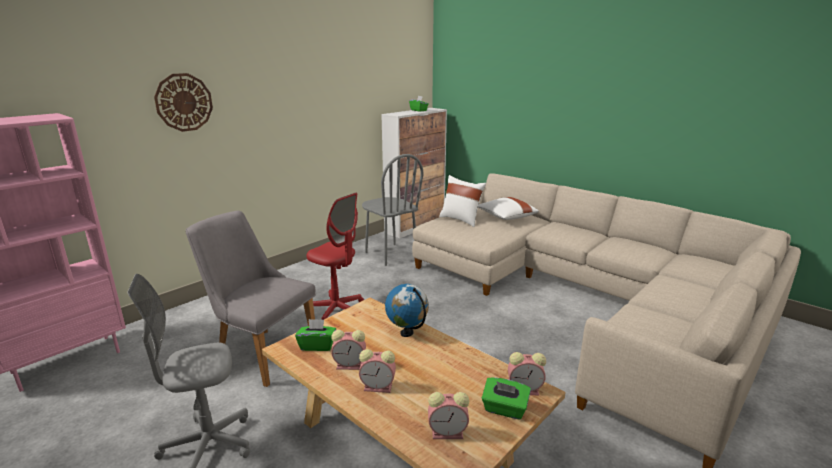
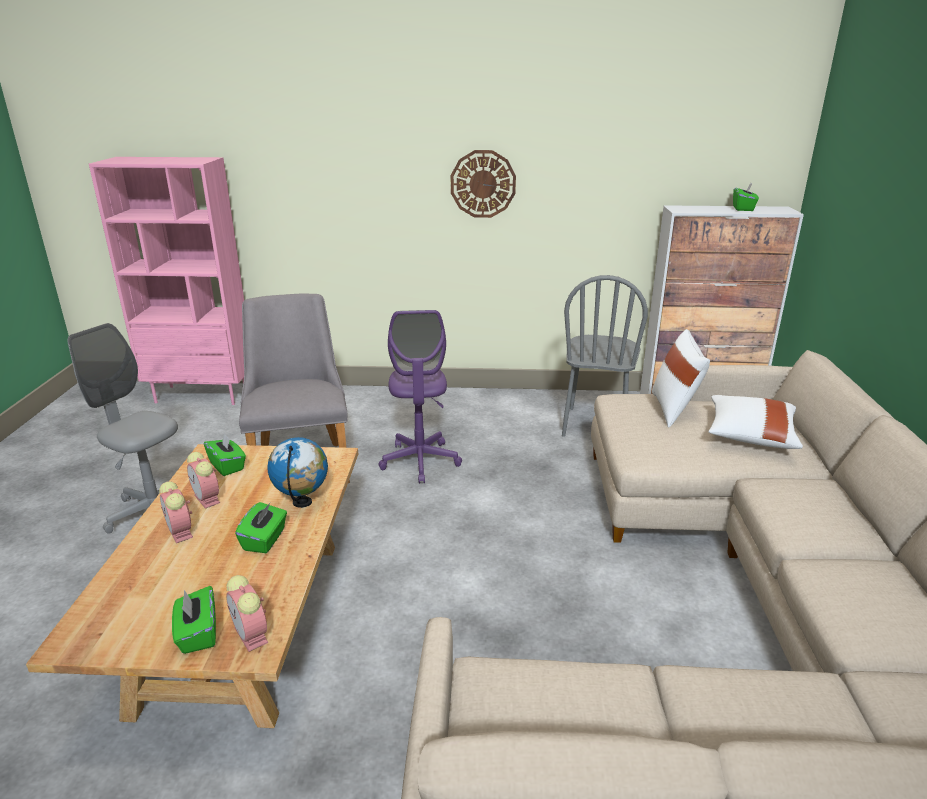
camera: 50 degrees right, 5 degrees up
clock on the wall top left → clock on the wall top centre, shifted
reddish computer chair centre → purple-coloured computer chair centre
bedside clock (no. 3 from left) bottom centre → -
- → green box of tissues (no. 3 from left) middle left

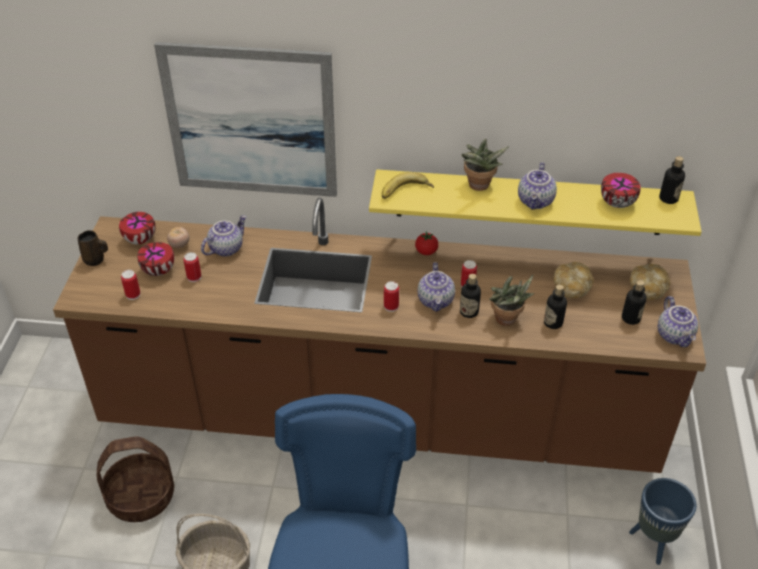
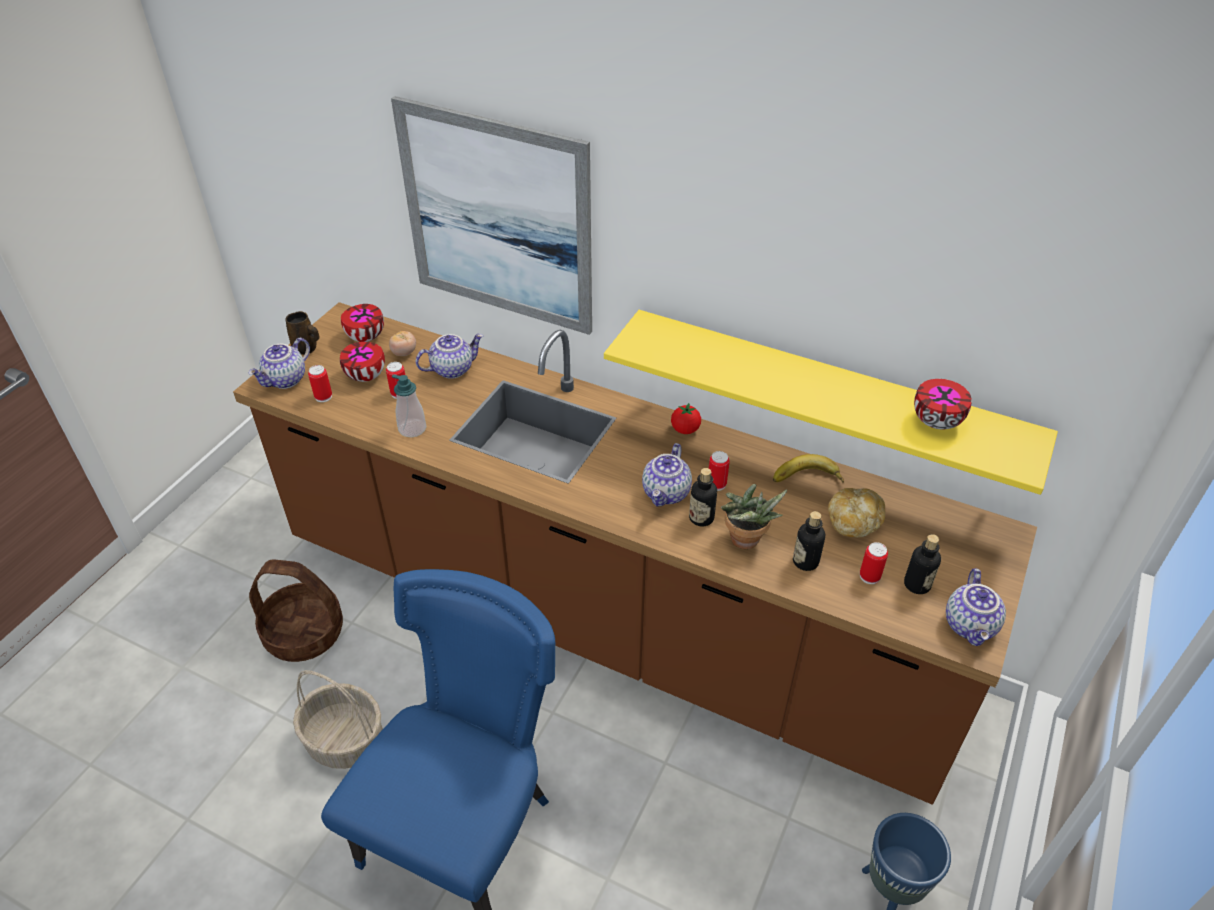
camera: 20 degrees right, 0 degrees up
houseplant (no. 1 from left) top centre → -
drink bottle (no. 4 from left) top right → -
teapot (no. 3 from left in the first image) top right → teapot (no. 1 from left) middle left, shifted
banana fruit top centre → banana fruit centre, shifted
baked bread (no. 2 from left) middle right → -
metal can (no. 3 from left in the first image) centre → metal can (no. 4 from left) middle right, shifted
- → soap dispenser centre

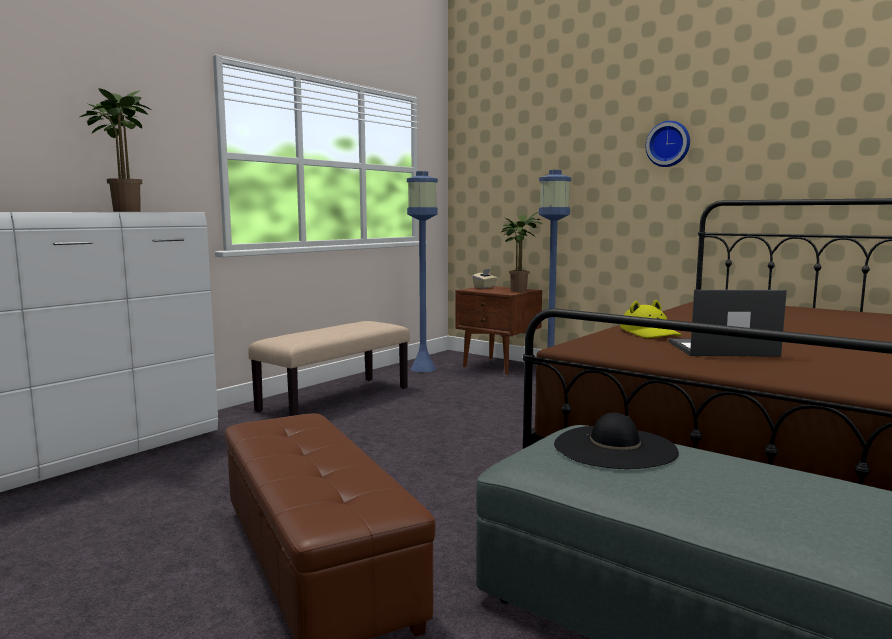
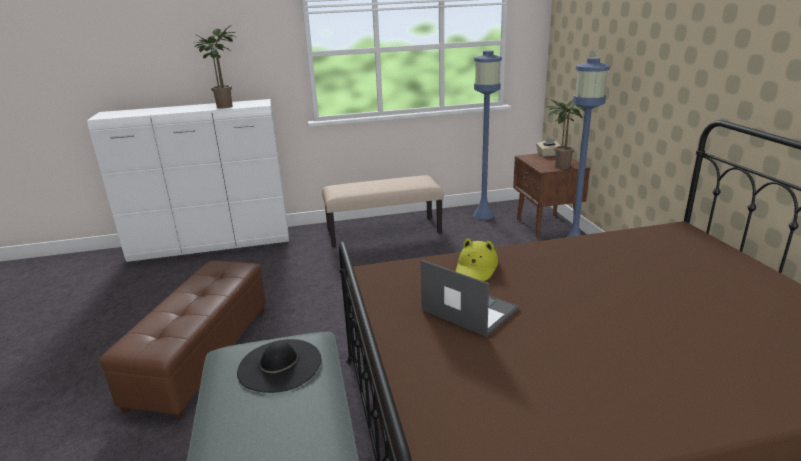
camera: 40 degrees right, 15 degrees up
clock on the wall top right → -

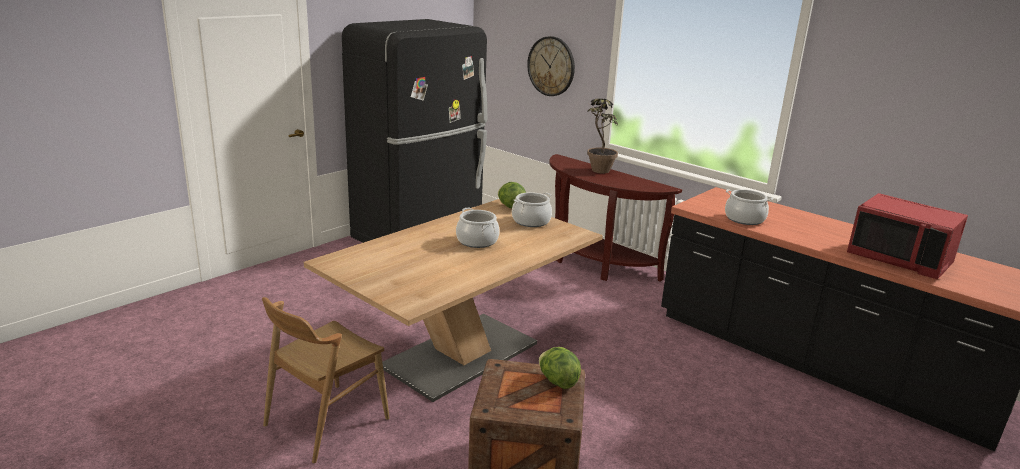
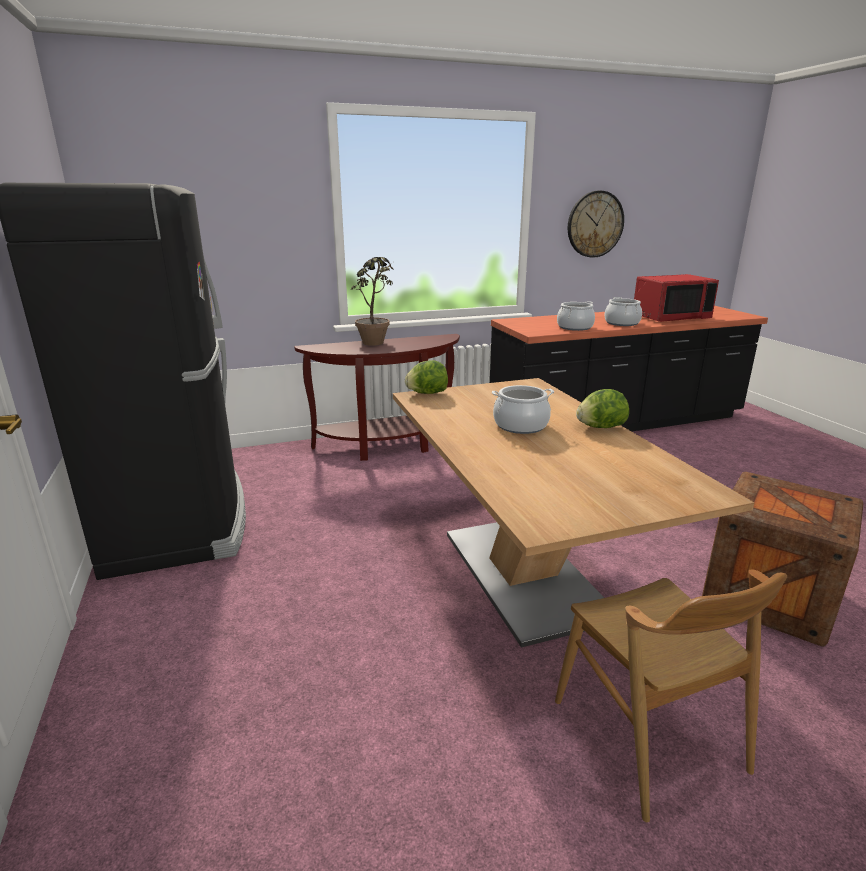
camera: 60 degrees left, 0 degrees up
clock on the wall top centre → clock on the wall top right, shifted
saucepot (no. 2 from left in the first image) centre → saucepot (no. 3 from left) middle right, shifted
lettuce head (no. 2 from left) bottom centre → lettuce head (no. 2 from left) middle right, shifted

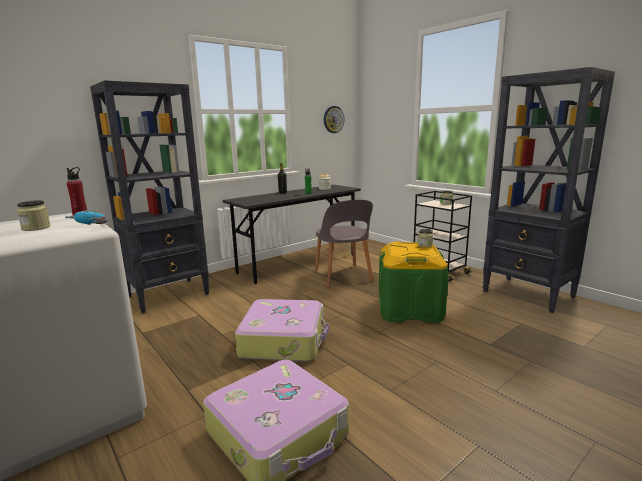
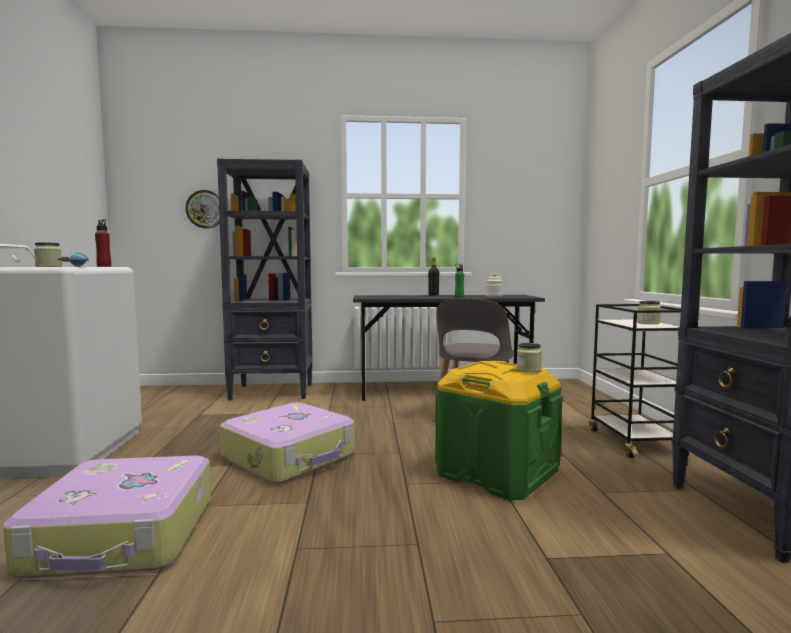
camera: 35 degrees right, 10 degrees down
clock on the wall top centre → clock on the wall top left, shifted

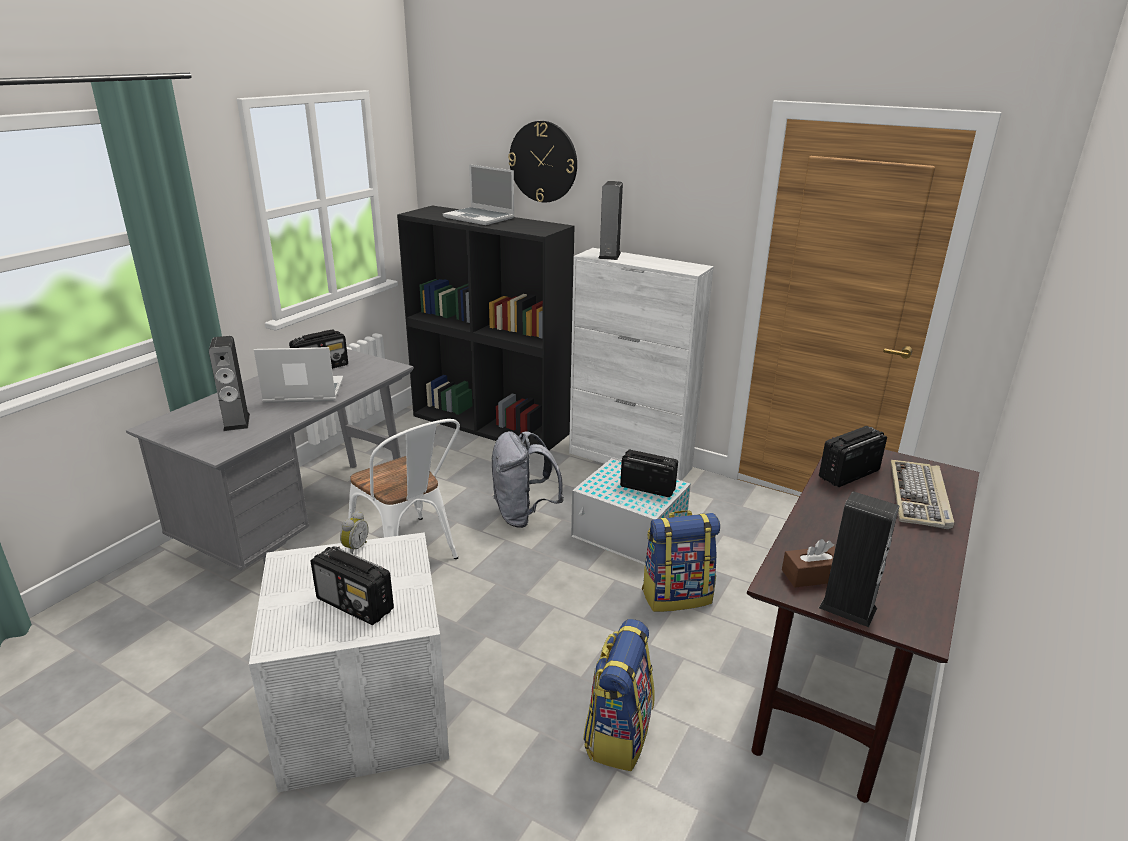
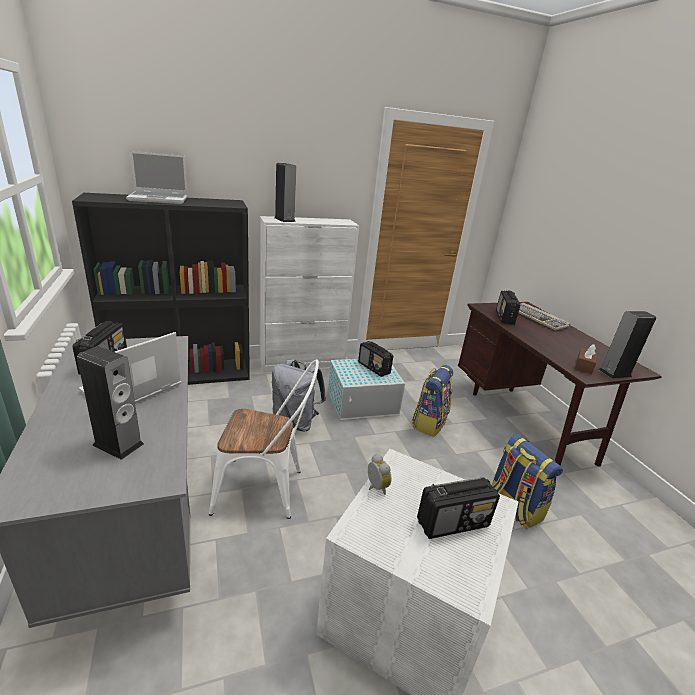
camera: 50 degrees left, 0 degrees up
clock on the wall top centre → -
radio set (no. 3 from left in the first image) centre → radio set (no. 2 from left) centre, 105 degrees counterclockwise

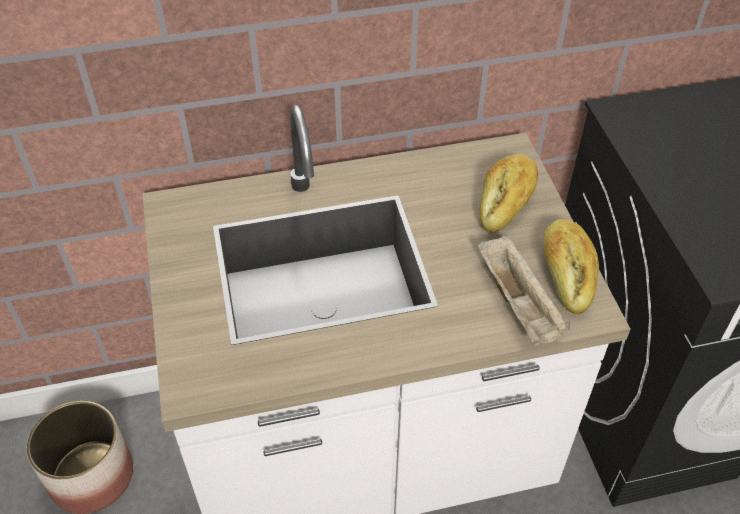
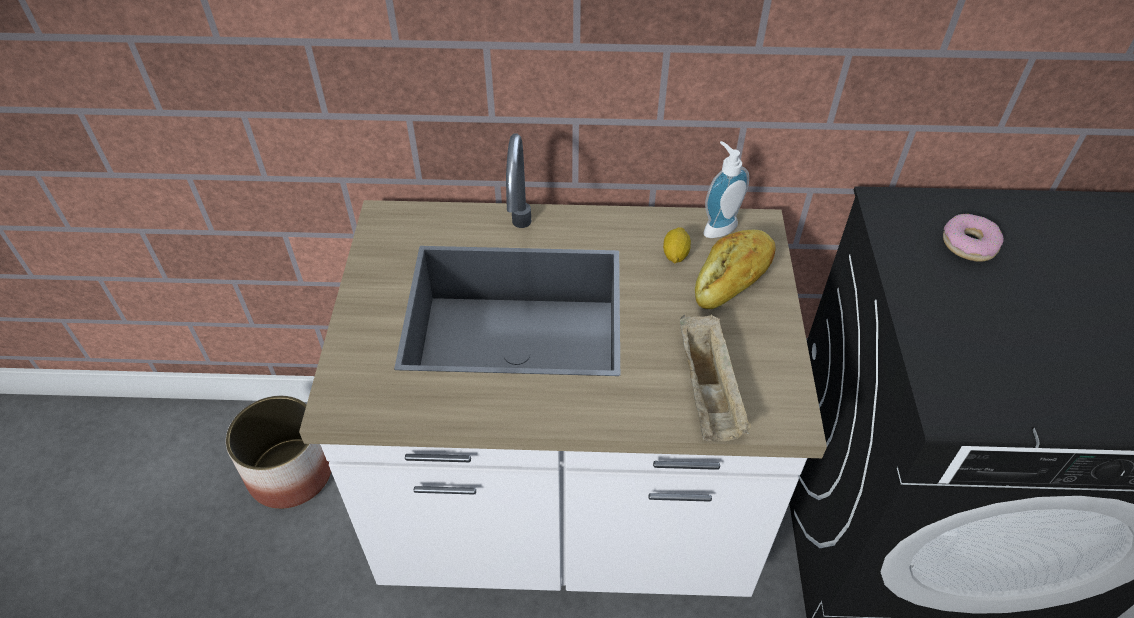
camera: 15 degrees right, 0 degrees up
baked bread (no. 2 from left) middle right → -
- → soap dispenser top centre
- → ring doughnut middle right
- → lemon centre

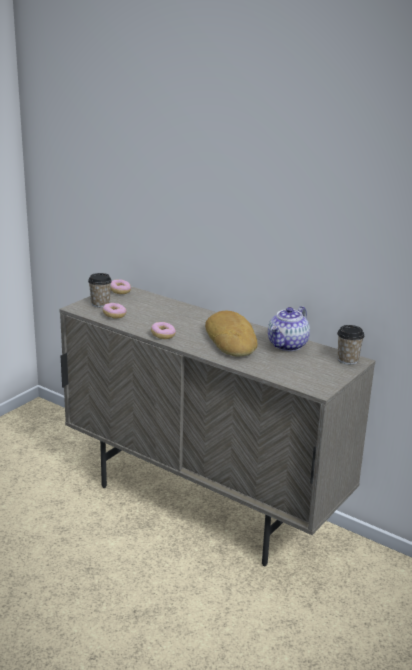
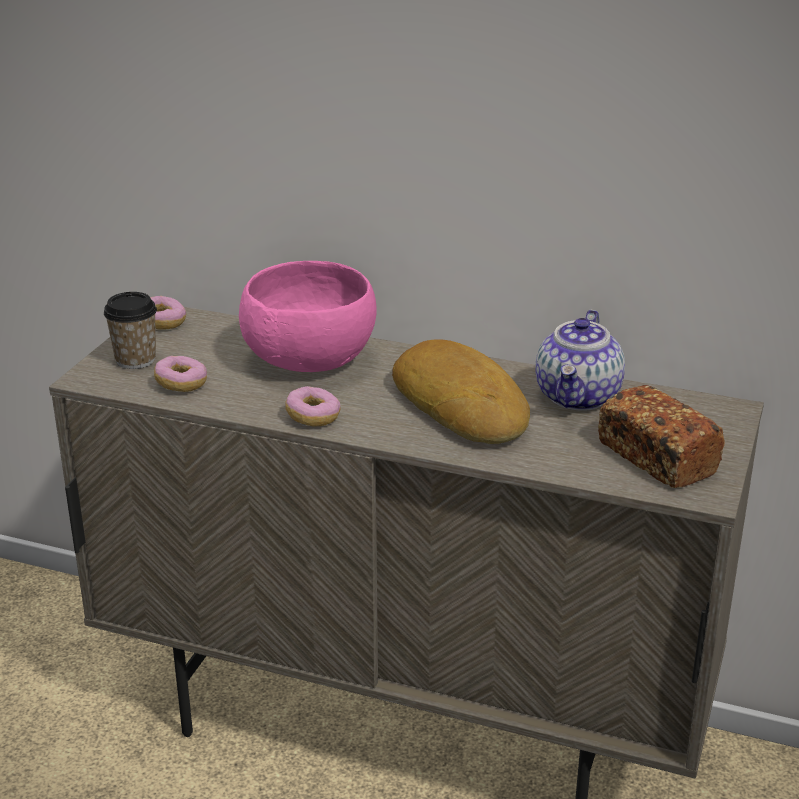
camera: 15 degrees left, 5 degrees up
small cup (no. 2 from left) middle right → -
- → pink-coloured bowl centre
- → baked bread (no. 2 from left) middle right

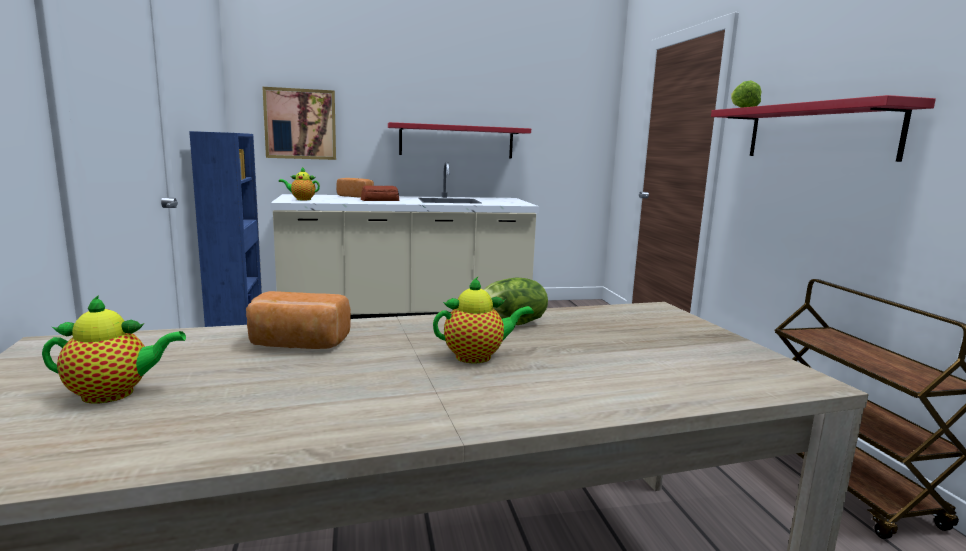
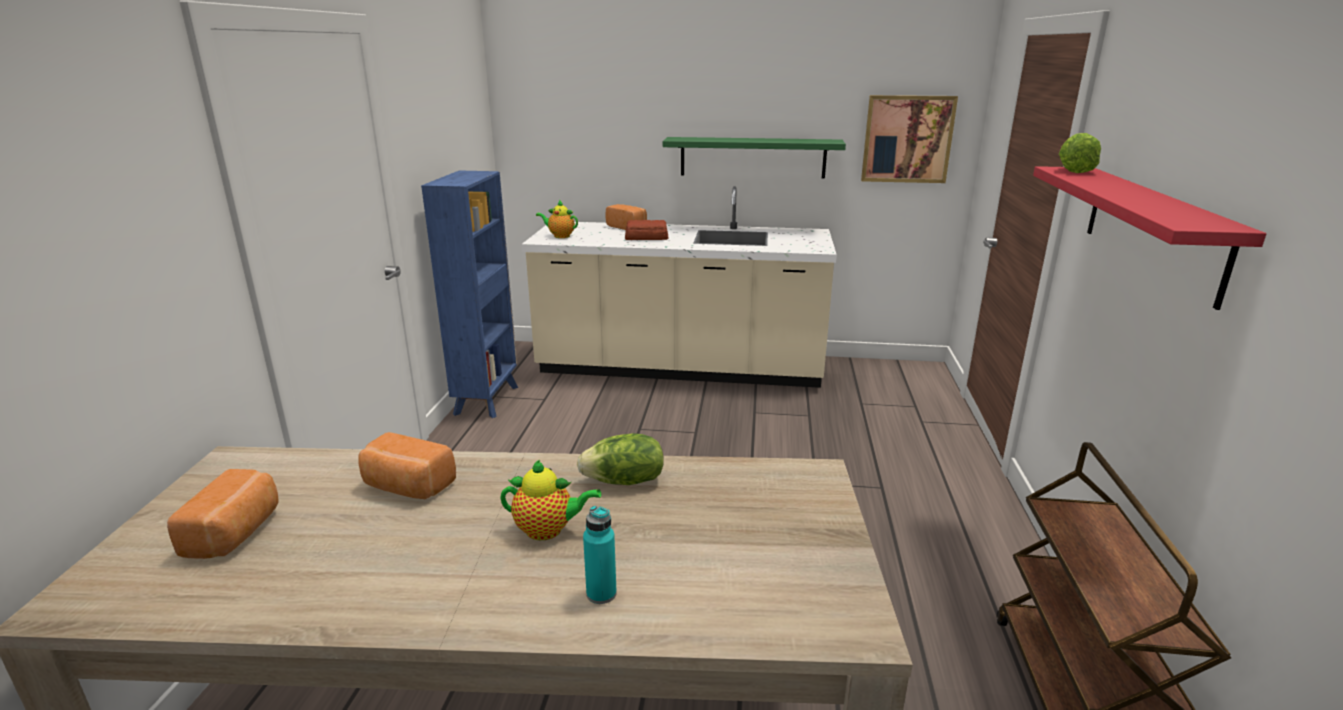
camera: 20 degrees right, 10 degrees up
wall picture top left → wall picture top right, shifted
reddish shelf (no. 1 from left) top centre → green shelf top centre
teapot (no. 1 from left) middle left → baked bread (no. 1 from left) bottom left
- → turquoise drink bottle bottom centre

